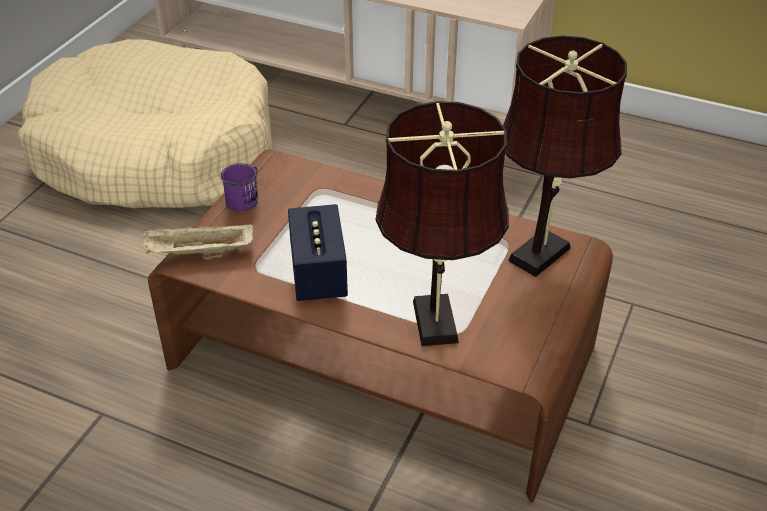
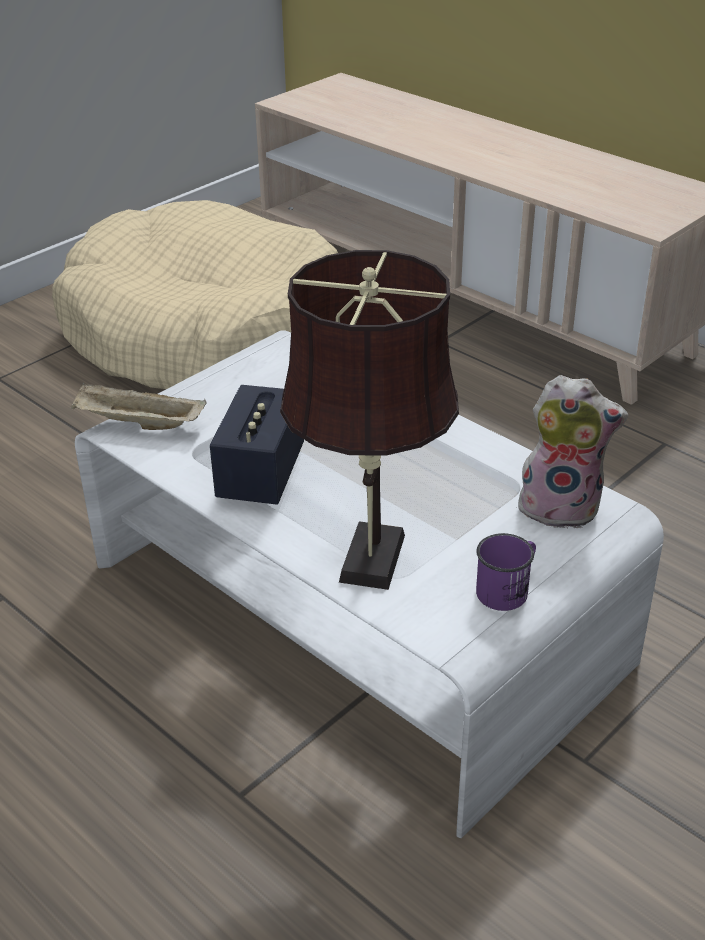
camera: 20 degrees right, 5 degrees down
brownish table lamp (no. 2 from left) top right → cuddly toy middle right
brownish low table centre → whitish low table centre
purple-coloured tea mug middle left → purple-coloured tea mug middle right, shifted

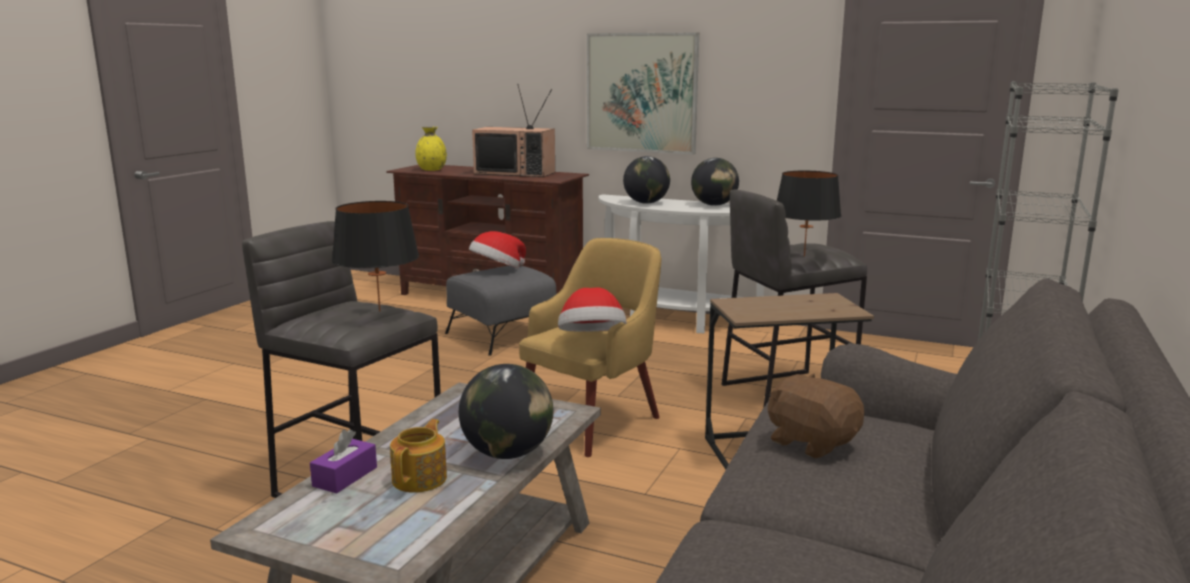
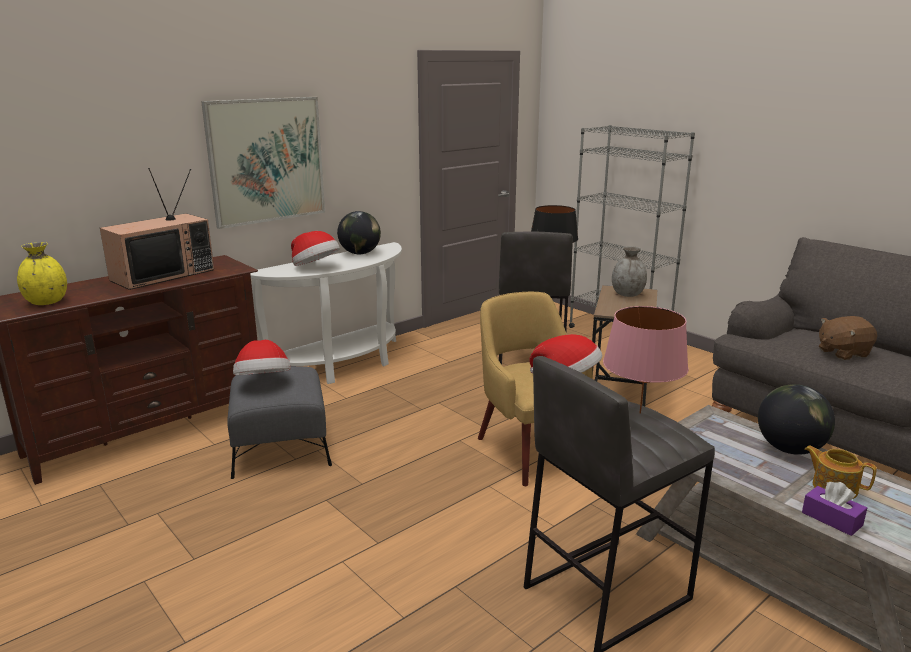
camera: 65 degrees left, 5 degrees up
globe (no. 2 from left) top centre → wearable hat (no. 2 from left) centre
blackish table lamp (no. 1 from left) middle left → pink-coloured table lamp middle right
- → grey decorative vase middle right

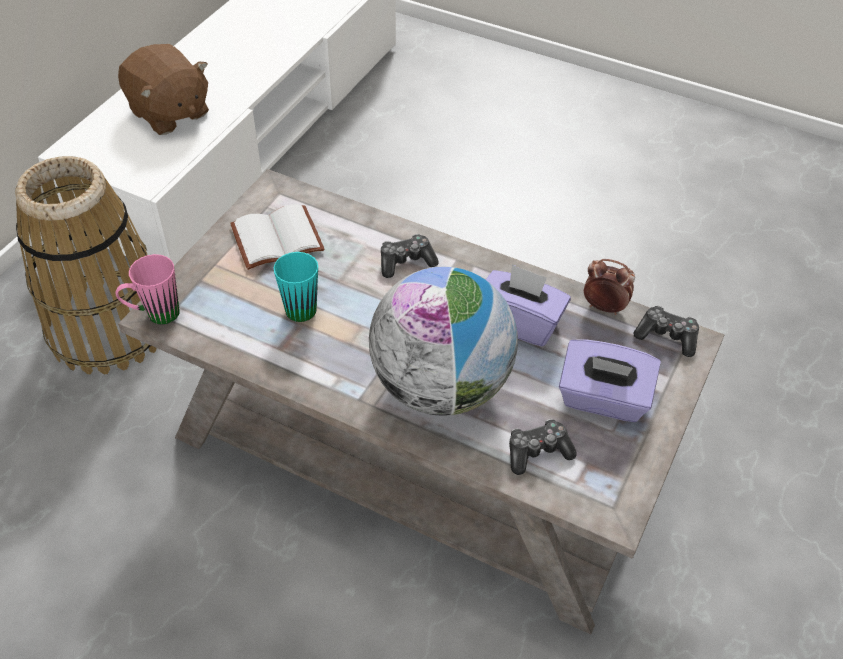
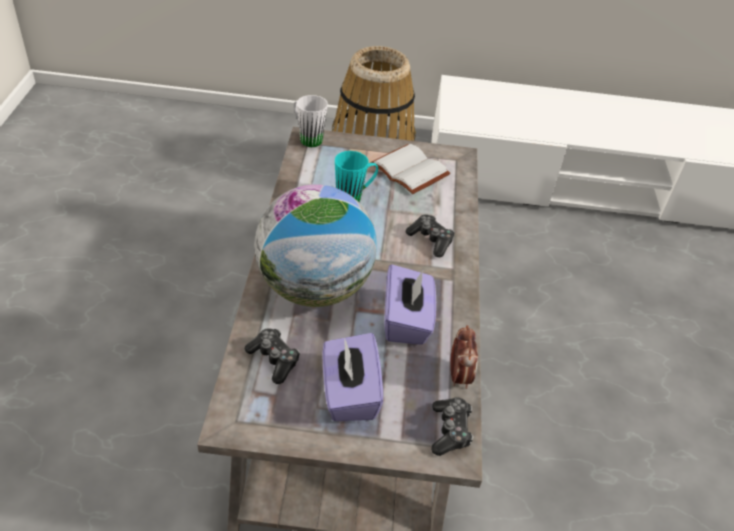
camera: 65 degrees right, 5 degrees down
brownish cuddly toy top left → -
pink-coloured tea mug middle left → whitish tea mug top centre

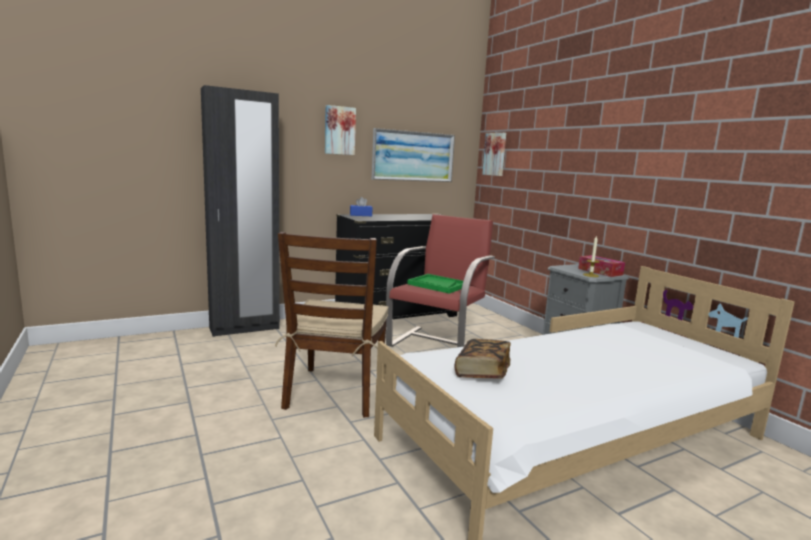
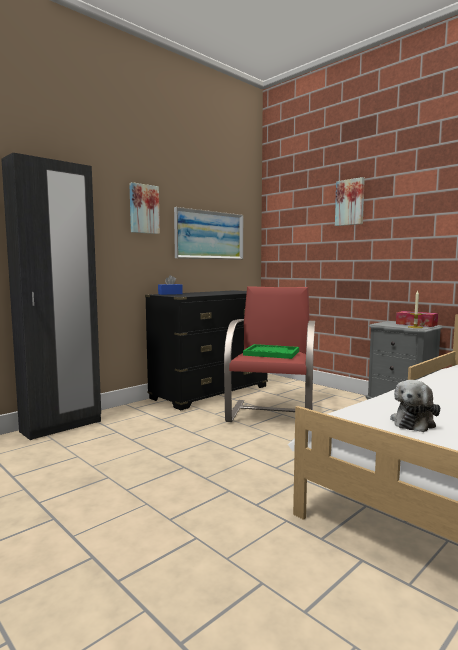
camera: 15 degrees left, 5 degrees down
wall picture (no. 3 from left) top centre → wall picture (no. 3 from left) top right, shifted
brownish upright chair centre → -
book centre → cuddly toy middle right

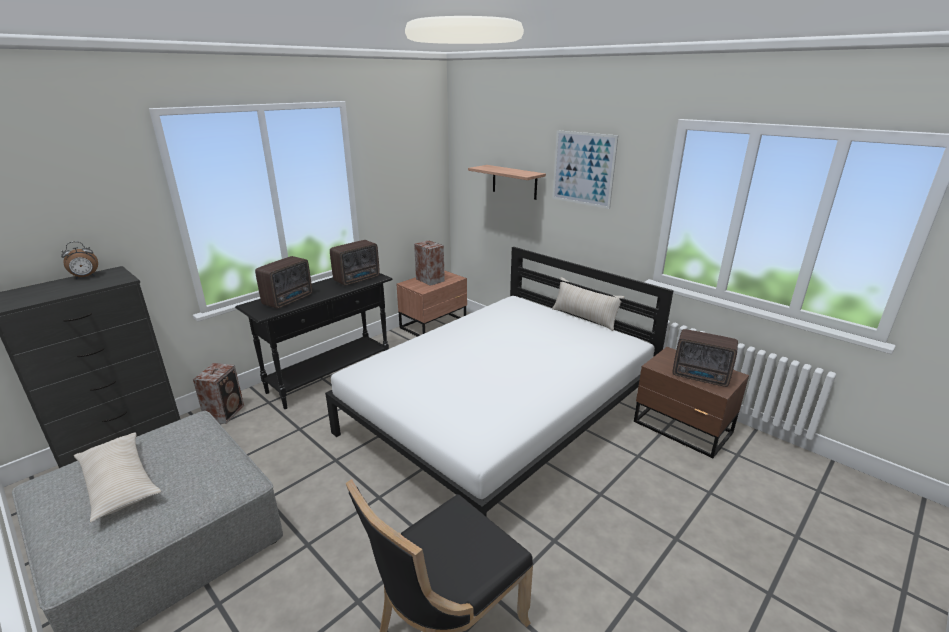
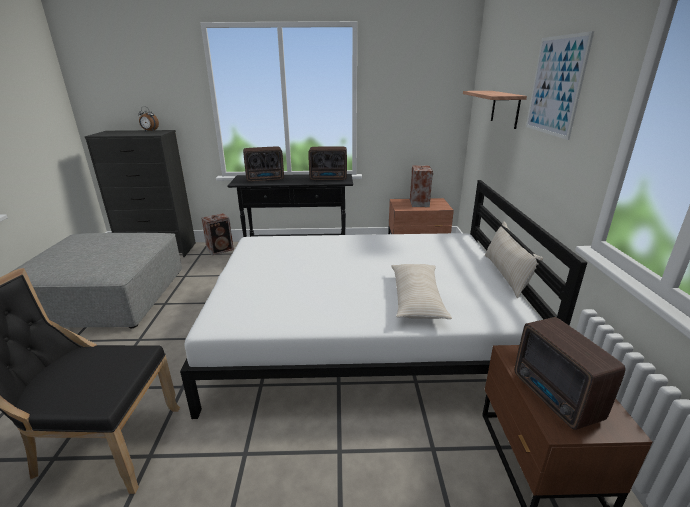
camera: 45 degrees right, 0 degrees up
sand-coloured cushion (no. 1 from left) bottom left → sand-coloured cushion (no. 1 from left) centre, shifted

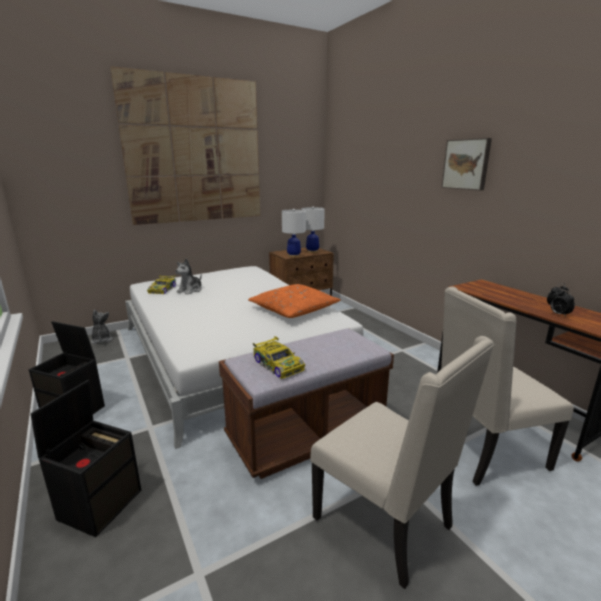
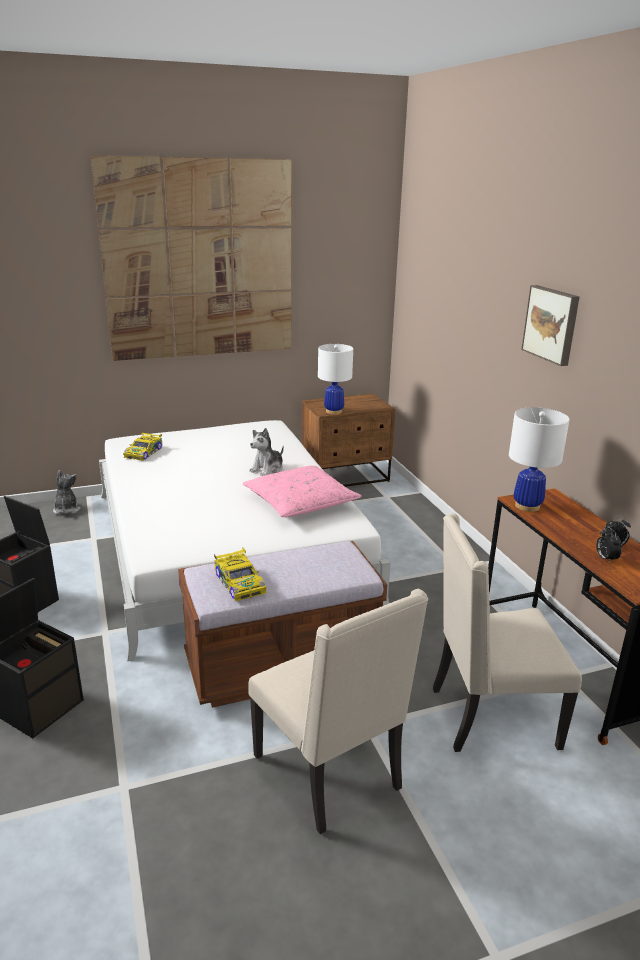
camera: 10 degrees right, 5 degrees up
whitish table lamp (no. 2 from left) centre → whitish table lamp (no. 2 from left) middle right, shifted
cuddly toy (no. 2 from left) middle left → cuddly toy (no. 2 from left) centre, shifted
orange-coloured cushion centre → pink-coloured cushion centre

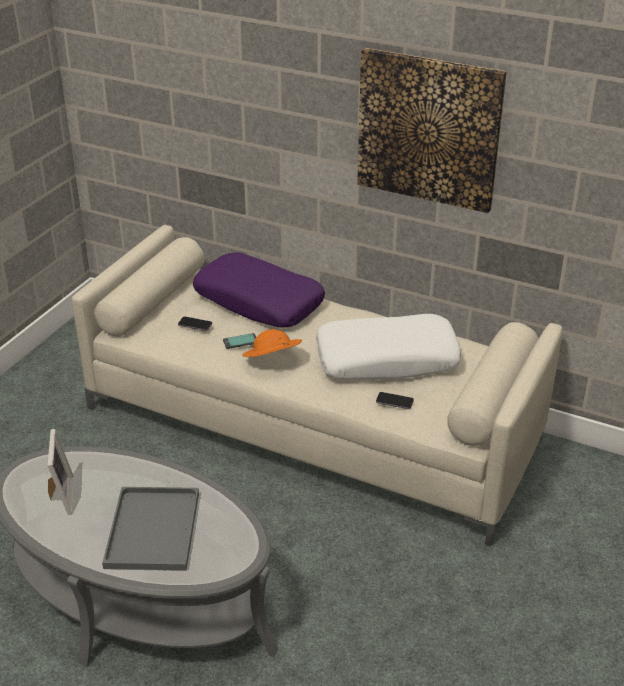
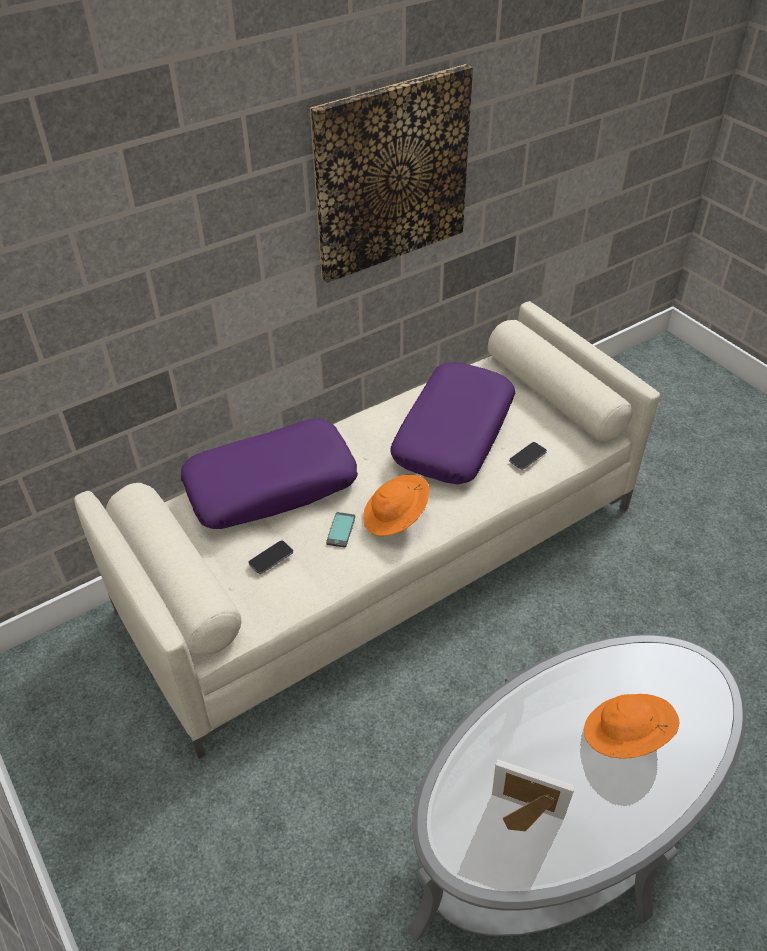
camera: 60 degrees left, 10 degrees up
whitish cushion centre → purple-coloured cushion (no. 2 from left) centre
grey carrying tray bottom left → orange-coloured wearable hat (no. 2 from left) bottom right

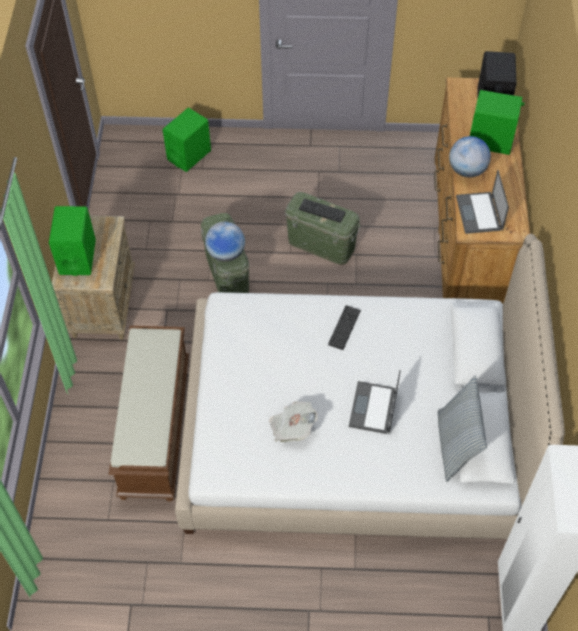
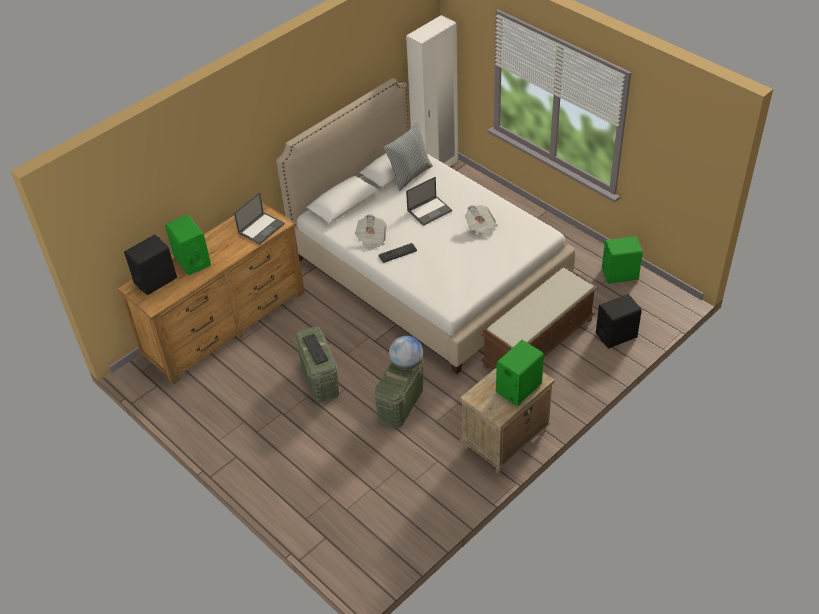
camera: 135 degrees left, 10 degrees down
green speaker (no. 2 from left in the first image) top left → green speaker (no. 3 from left) middle right, shifted
globe (no. 2 from left) top right → -
- → daily paper (no. 1 from left) centre
- → blackish speaker (no. 2 from left) middle right

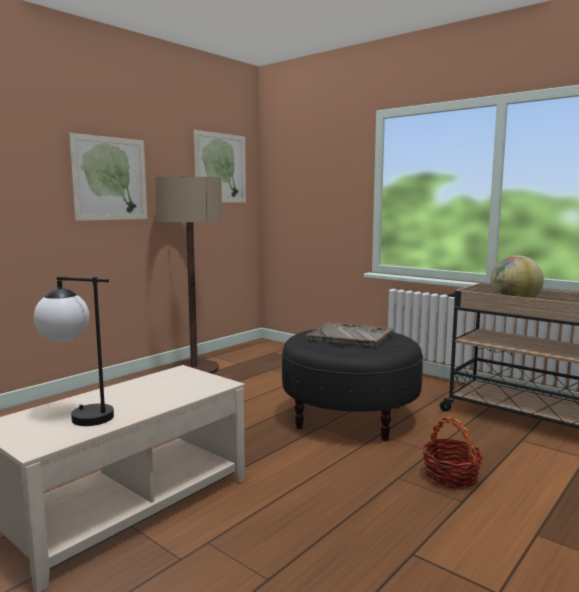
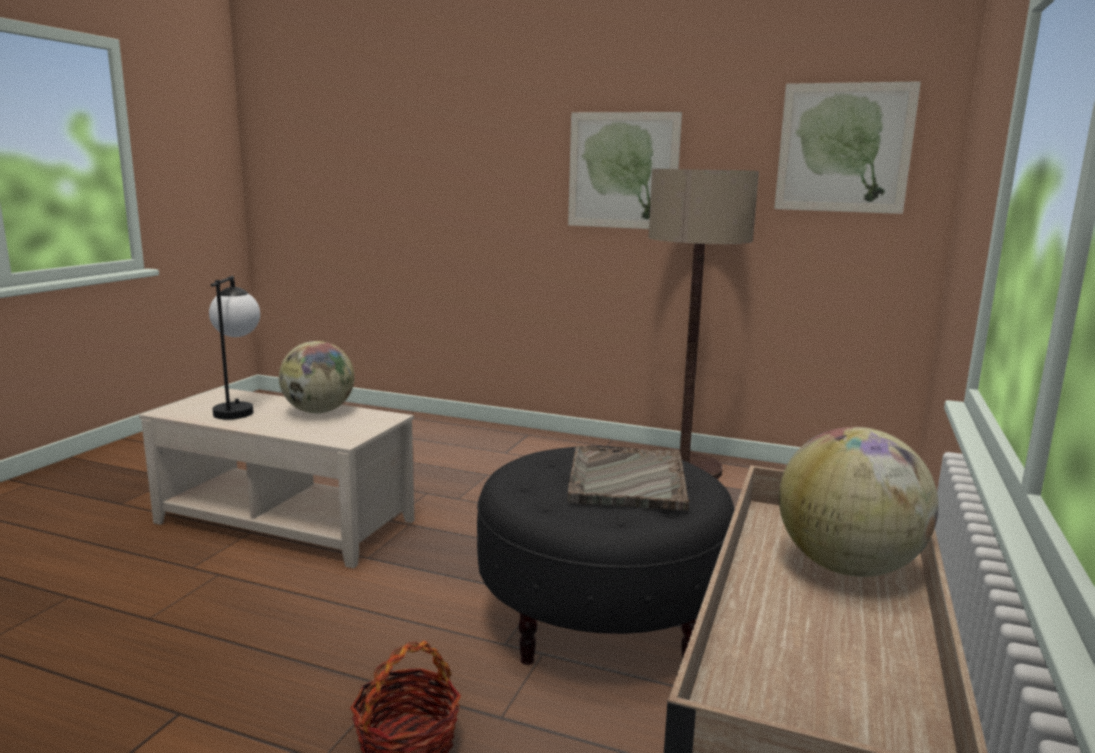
camera: 70 degrees right, 5 degrees up
- → globe (no. 1 from left) middle left

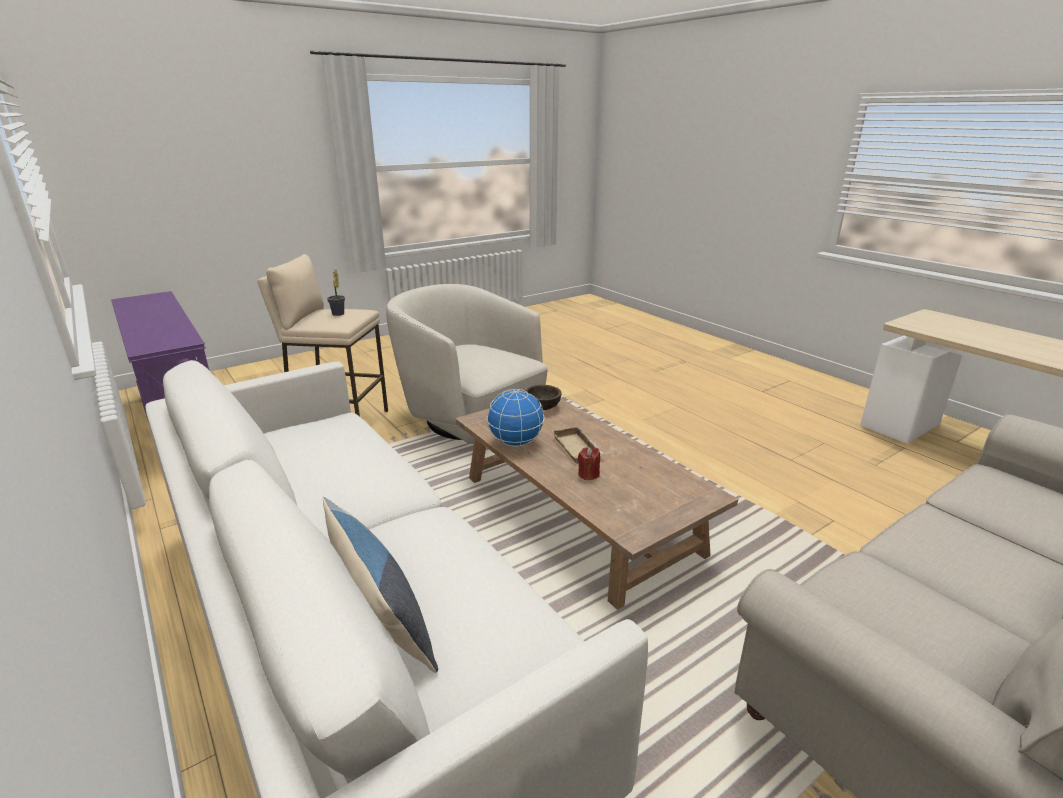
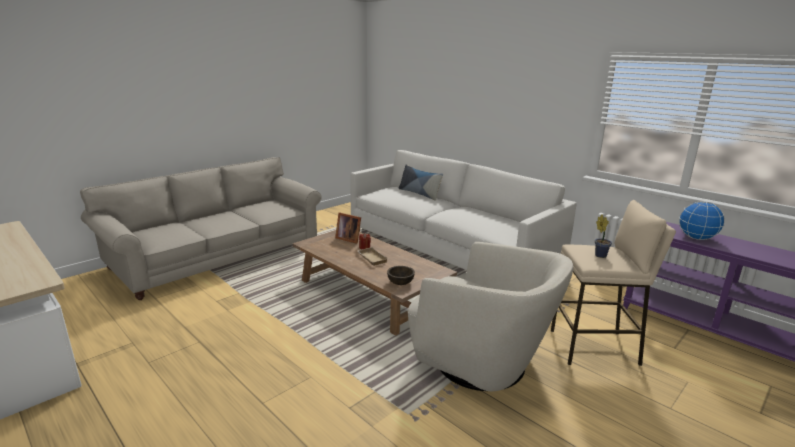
camera: 170 degrees right, 5 degrees down
globe centre → globe middle right, shifted
- → standing frame centre

